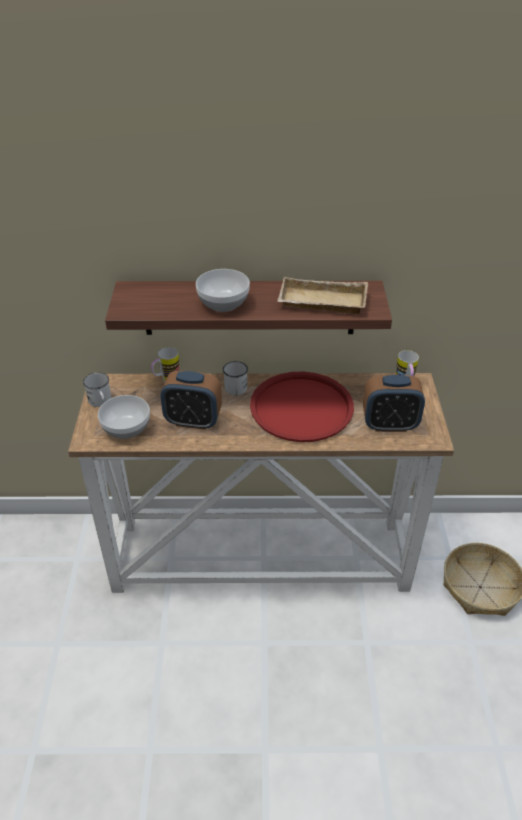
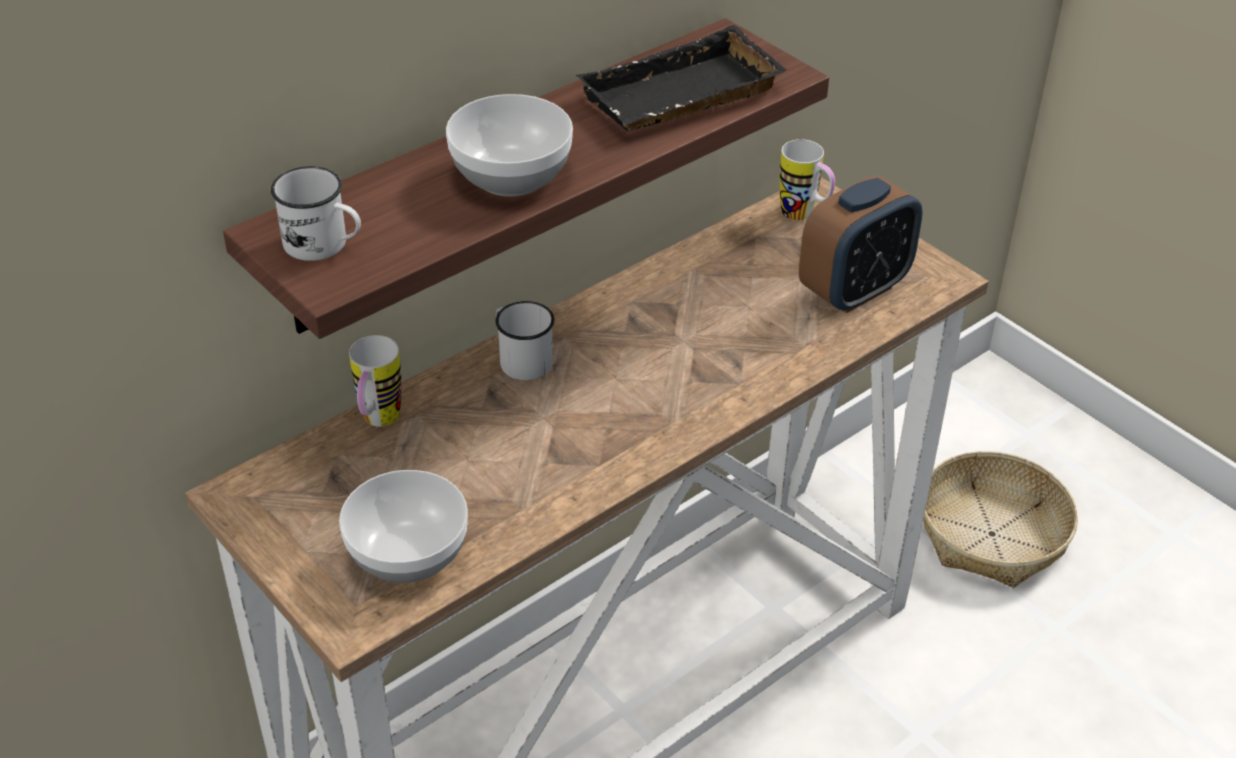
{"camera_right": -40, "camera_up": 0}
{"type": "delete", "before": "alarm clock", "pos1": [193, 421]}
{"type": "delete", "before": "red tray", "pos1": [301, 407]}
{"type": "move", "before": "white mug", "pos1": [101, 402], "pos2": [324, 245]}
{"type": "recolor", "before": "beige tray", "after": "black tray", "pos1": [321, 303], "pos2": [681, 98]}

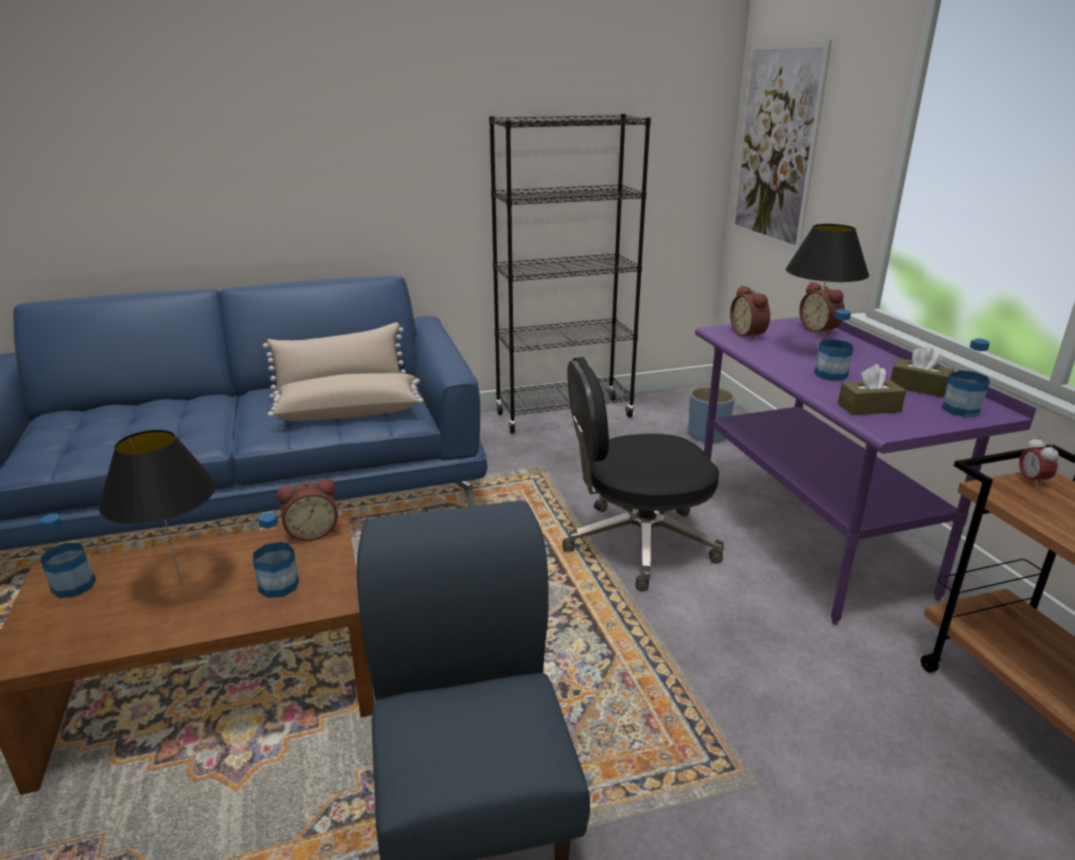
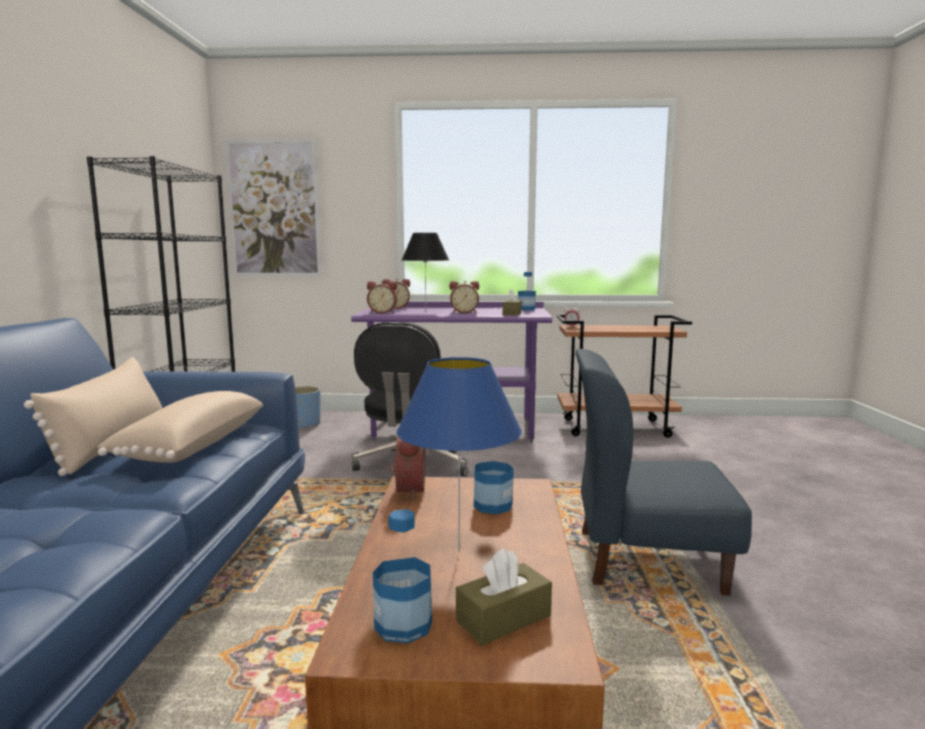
{"camera_right": -70, "camera_up": -15}
{"type": "move", "before": "brown tissue box", "pos1": [918, 387], "pos2": [503, 618]}
{"type": "replace", "before": "bottle", "after": "alarm clock", "pos1": [831, 375], "pos2": [464, 312]}
{"type": "recolor", "before": "black table lamp", "after": "blue table lamp", "pos1": [182, 586], "pos2": [459, 550]}

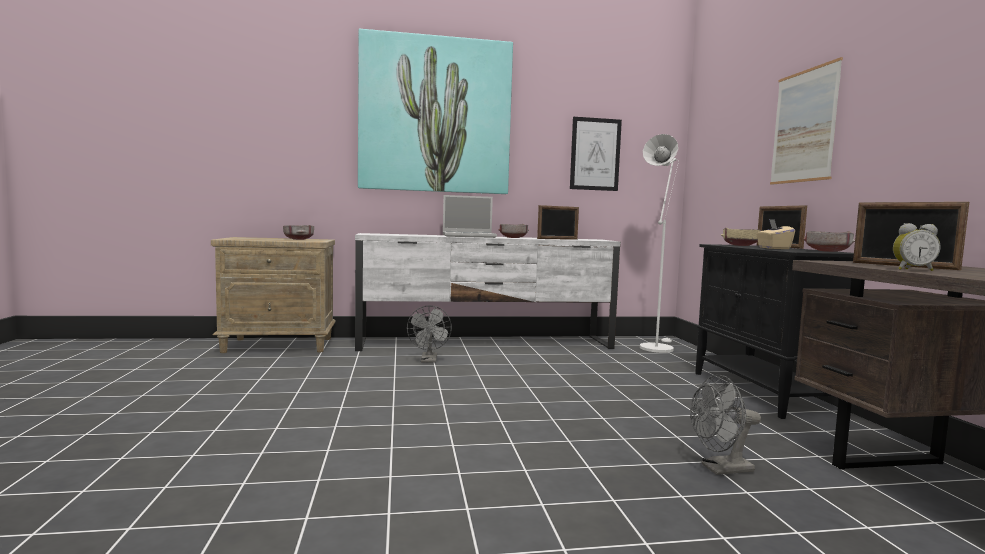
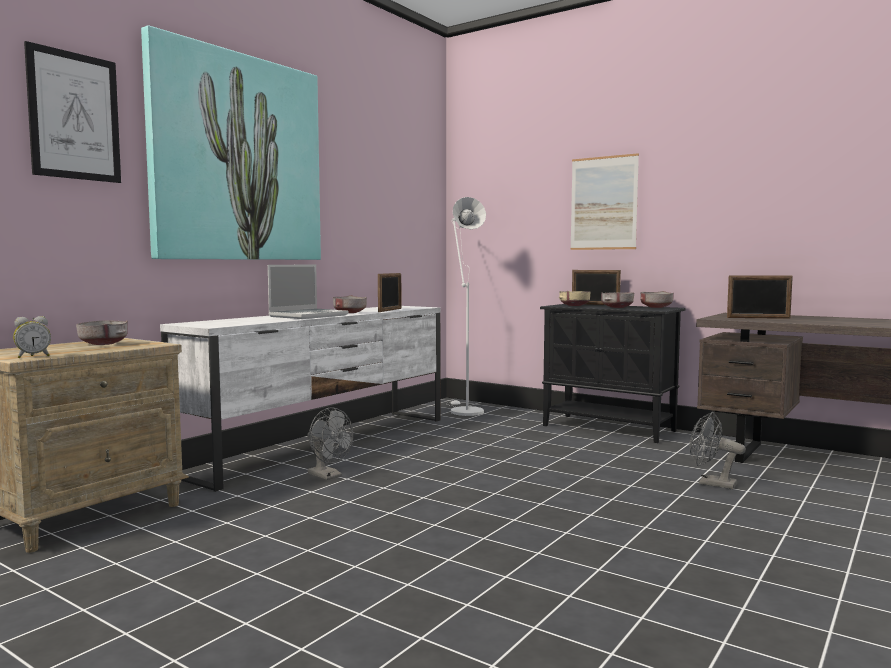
{"camera_right": -45, "camera_up": 0}
{"type": "move", "before": "picture", "pos1": [595, 154], "pos2": [74, 116]}
{"type": "move", "before": "alarm clock", "pos1": [912, 270], "pos2": [33, 356]}
{"type": "replace", "before": "beige tissue box", "after": "grey bowl", "pos1": [773, 248], "pos2": [617, 307]}
{"type": "rotate", "before": "grey fan", "pos1": [721, 469], "pos2": [711, 483], "turn": 90}

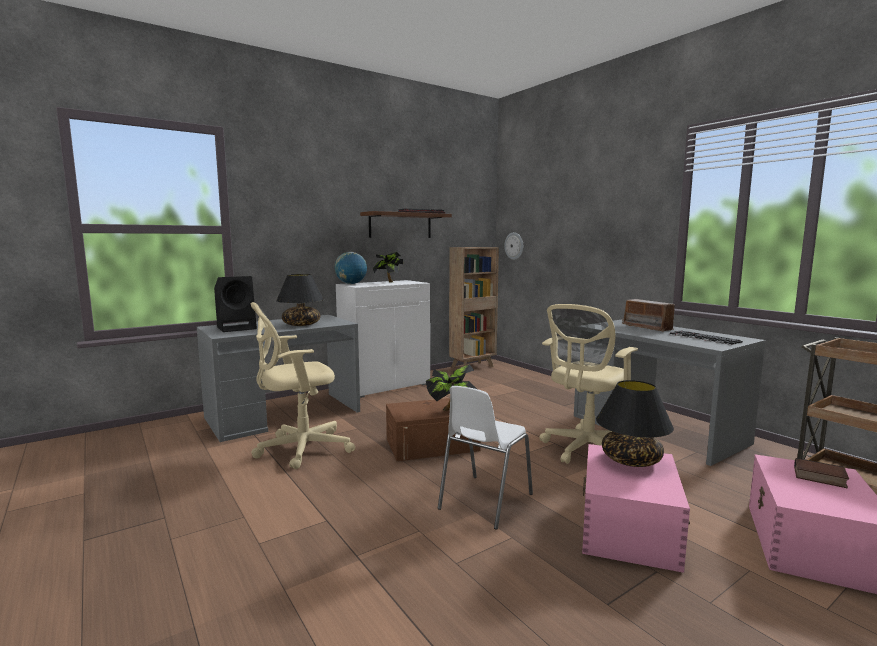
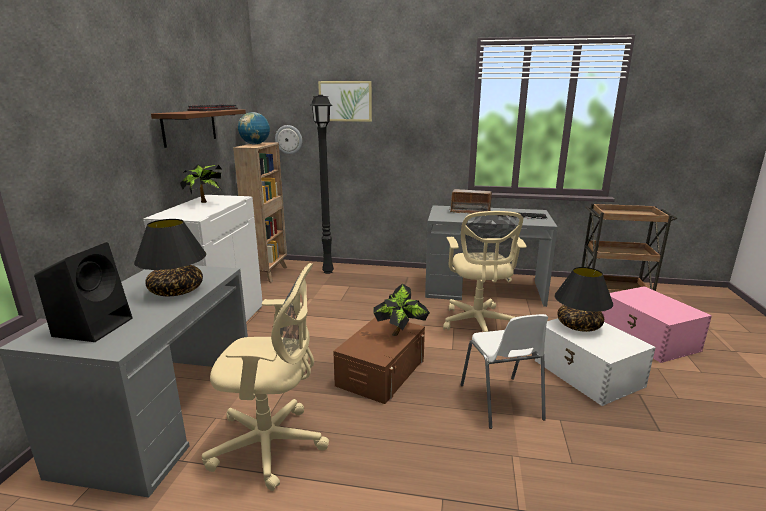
{"camera_right": -45, "camera_up": 10}
{"type": "delete", "before": "book", "pos1": [819, 477]}
{"type": "insert", "after": "black floor lamp", "pos2": [329, 272]}
{"type": "insert", "after": "picture", "pos2": [345, 101]}
{"type": "move", "before": "globe", "pos1": [351, 284], "pos2": [255, 144]}
{"type": "recolor", "before": "pink storage box", "after": "white storage box", "pos1": [627, 528], "pos2": [588, 374]}
{"type": "rotate", "before": "beige office chair", "pos1": [299, 449], "pos2": [272, 445], "turn": -105}

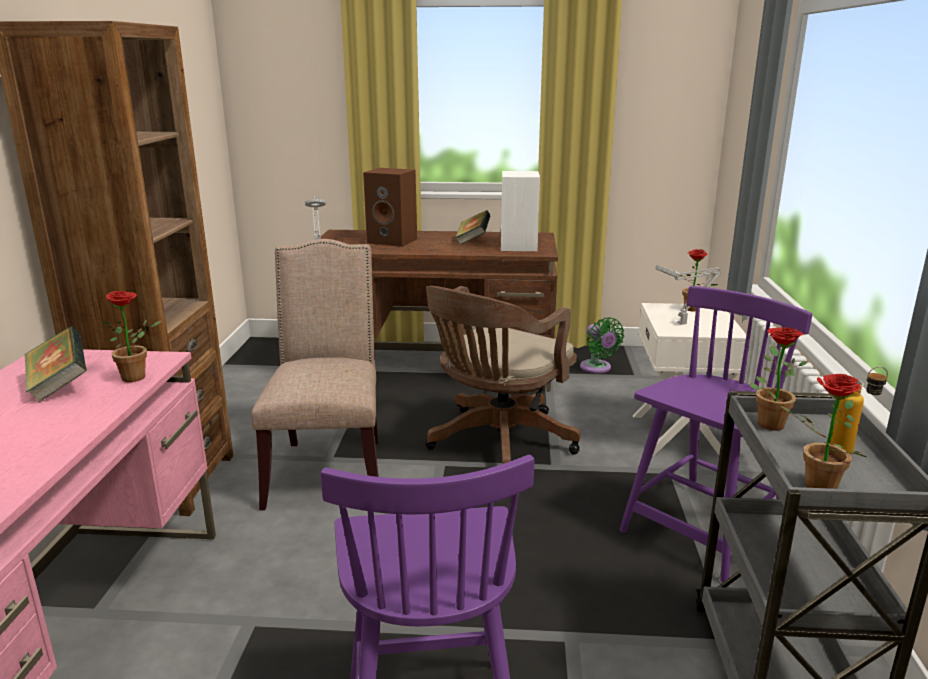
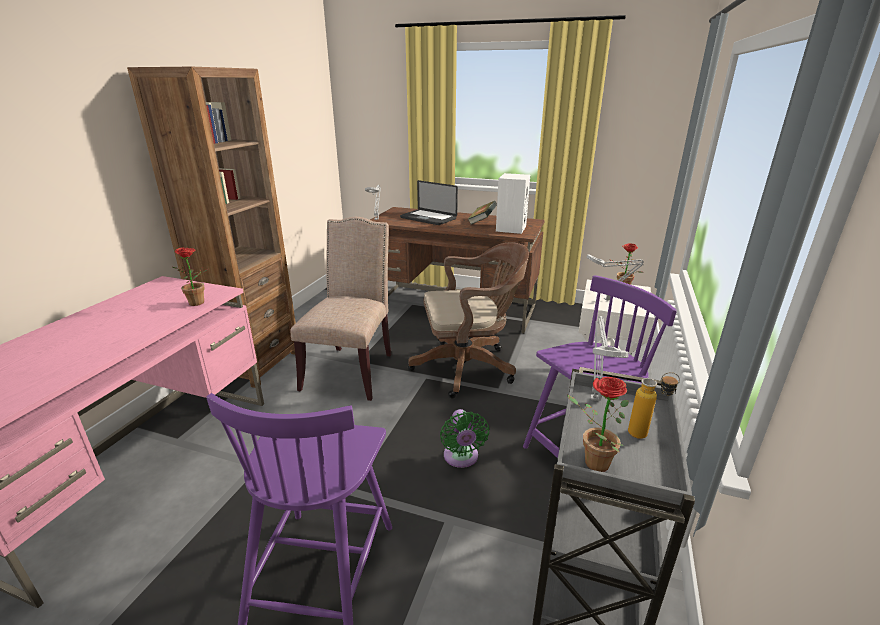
{"camera_right": 15, "camera_up": 5}
{"type": "delete", "before": "book", "pos1": [59, 386]}
{"type": "move", "before": "green fan", "pos1": [597, 368], "pos2": [461, 458]}
{"type": "replace", "before": "brown speaker", "after": "laptop", "pos1": [393, 241], "pos2": [428, 218]}
{"type": "replace", "before": "potted plant", "after": "grey table lamp", "pos1": [767, 422], "pos2": [595, 397]}
{"type": "rotate", "before": "brown office chair", "pos1": [497, 443], "pos2": [468, 367], "turn": -150}

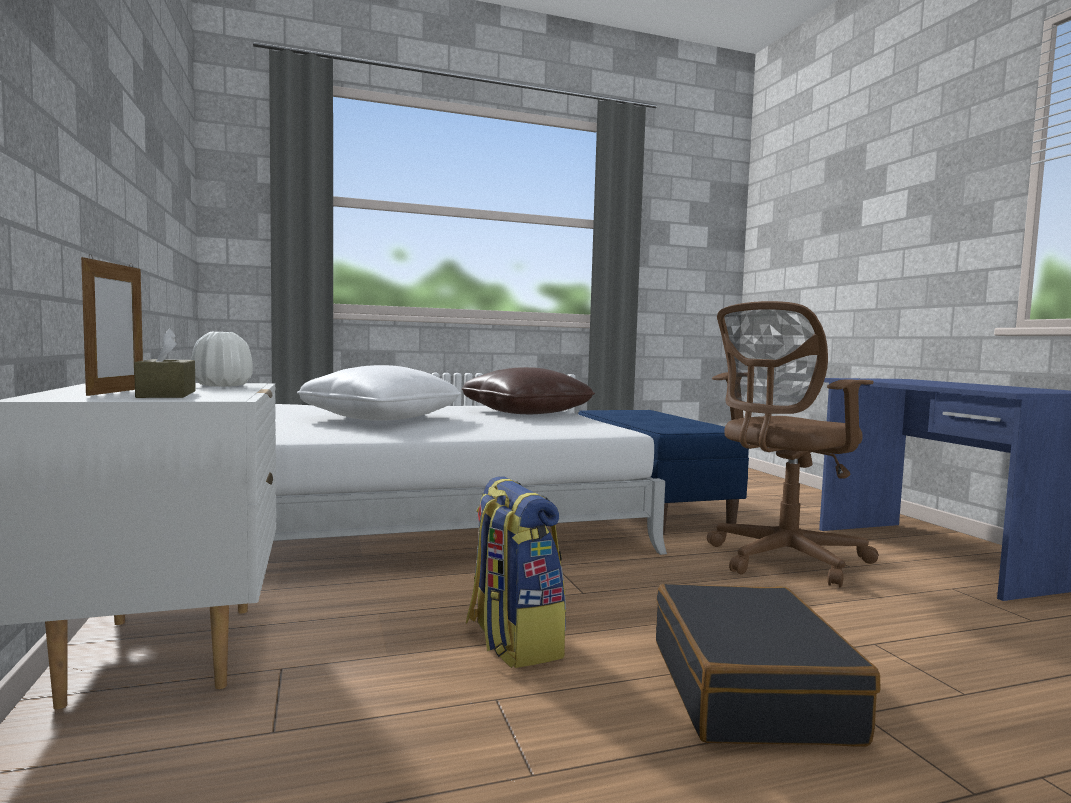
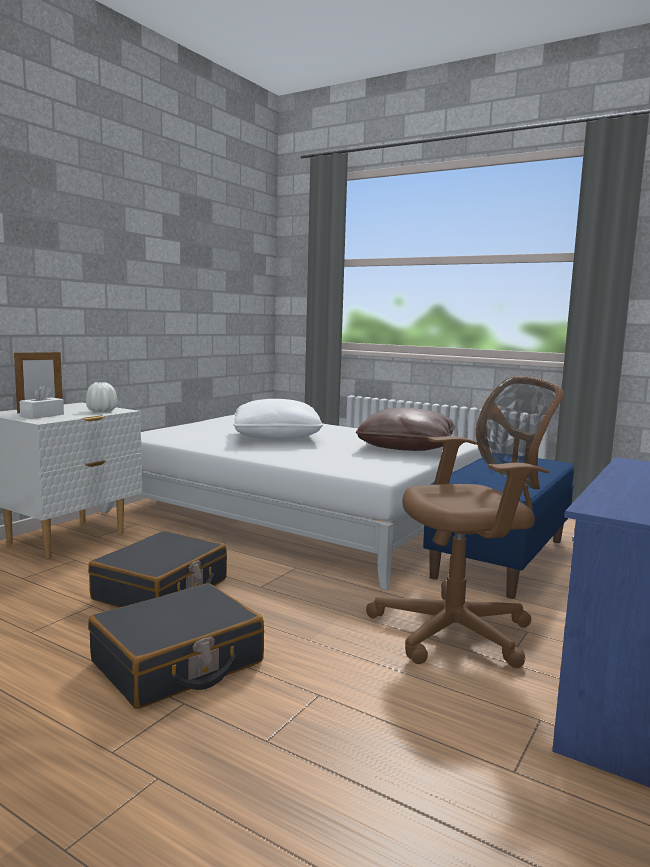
{"camera_right": 50, "camera_up": 5}
{"type": "replace", "before": "backpack", "after": "black suitcase", "pos1": [512, 641], "pos2": [162, 590]}
{"type": "recolor", "before": "brown tissue box", "after": "white tissue box", "pos1": [167, 394], "pos2": [42, 415]}
{"type": "rotate", "before": "brown office chair", "pos1": [782, 560], "pos2": [460, 631], "turn": 150}

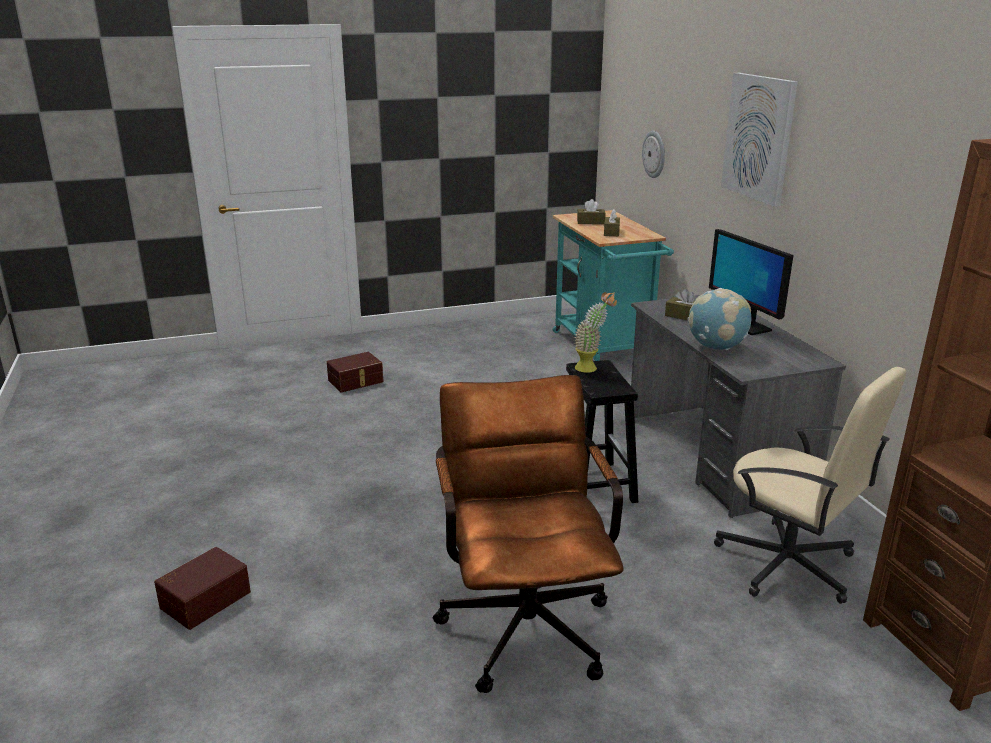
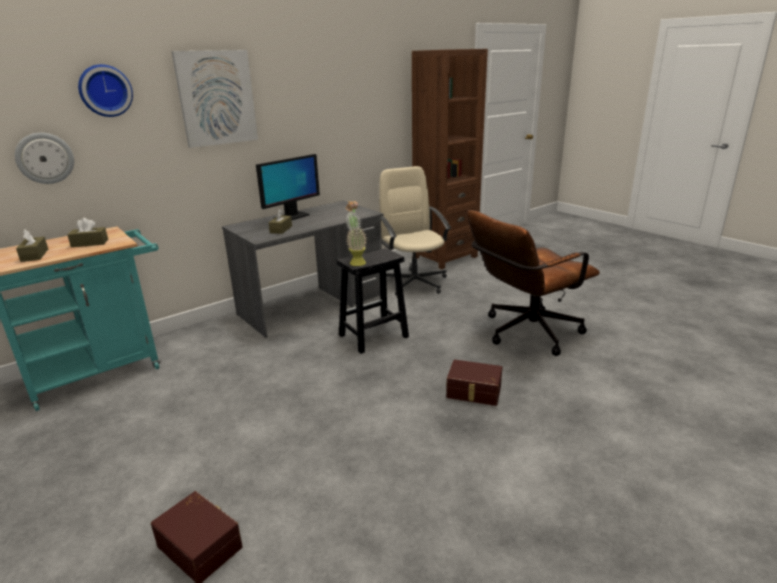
{"camera_right": -110, "camera_up": 0}
{"type": "delete", "before": "globe", "pos1": [716, 347]}
{"type": "insert", "after": "wall clock", "pos2": [105, 90]}
{"type": "move", "before": "brown storage box", "pos1": [204, 599], "pos2": [473, 392]}
{"type": "rotate", "before": "beige office chair", "pos1": [788, 564], "pos2": [414, 282], "turn": -45}

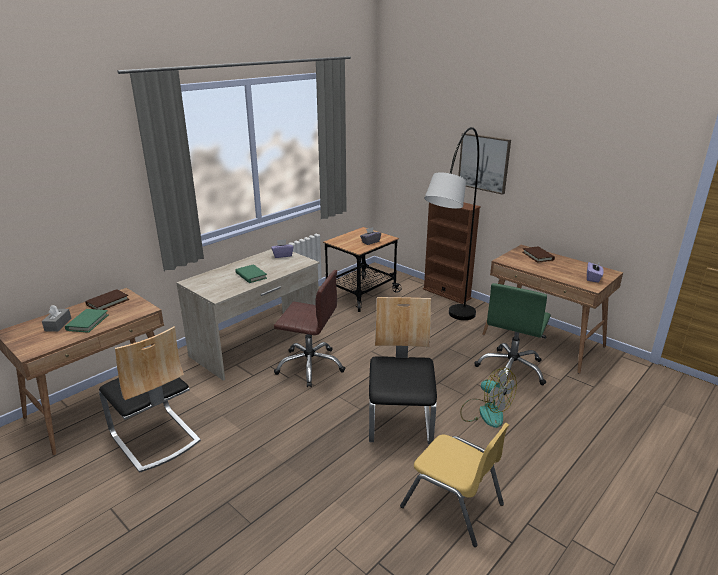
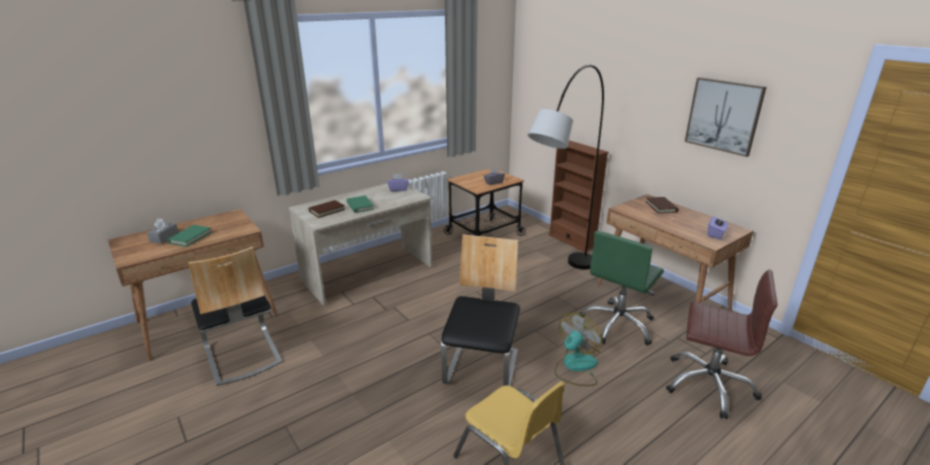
{"camera_right": 10, "camera_up": 0}
{"type": "move", "before": "brown book", "pos1": [108, 302], "pos2": [327, 210]}
{"type": "move", "before": "brown office chair", "pos1": [310, 366], "pos2": [709, 384]}
{"type": "move", "before": "picture", "pos1": [484, 163], "pos2": [723, 115]}
{"type": "rotate", "before": "fan", "pos1": [485, 412], "pos2": [575, 367], "turn": -105}

